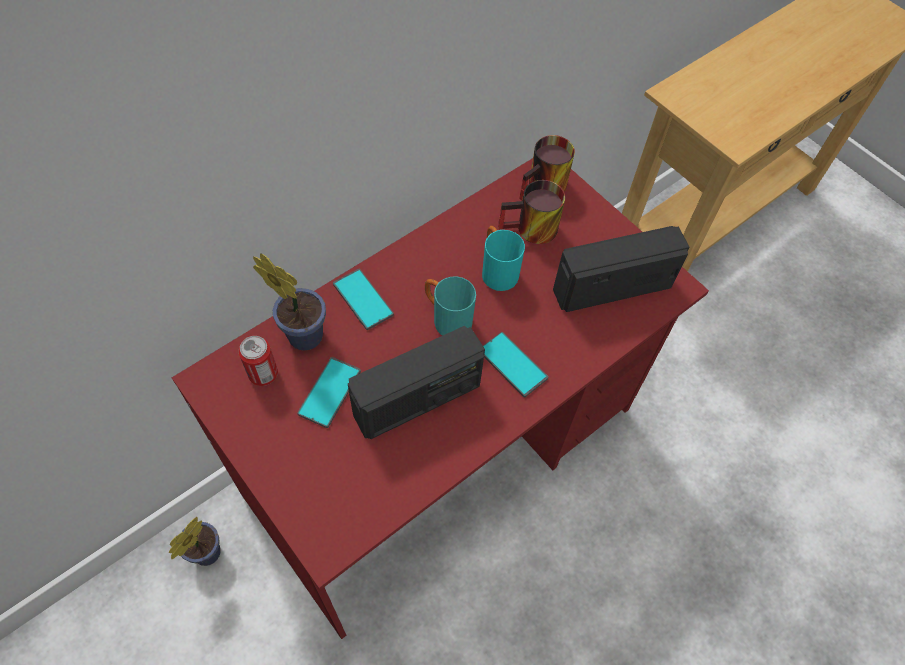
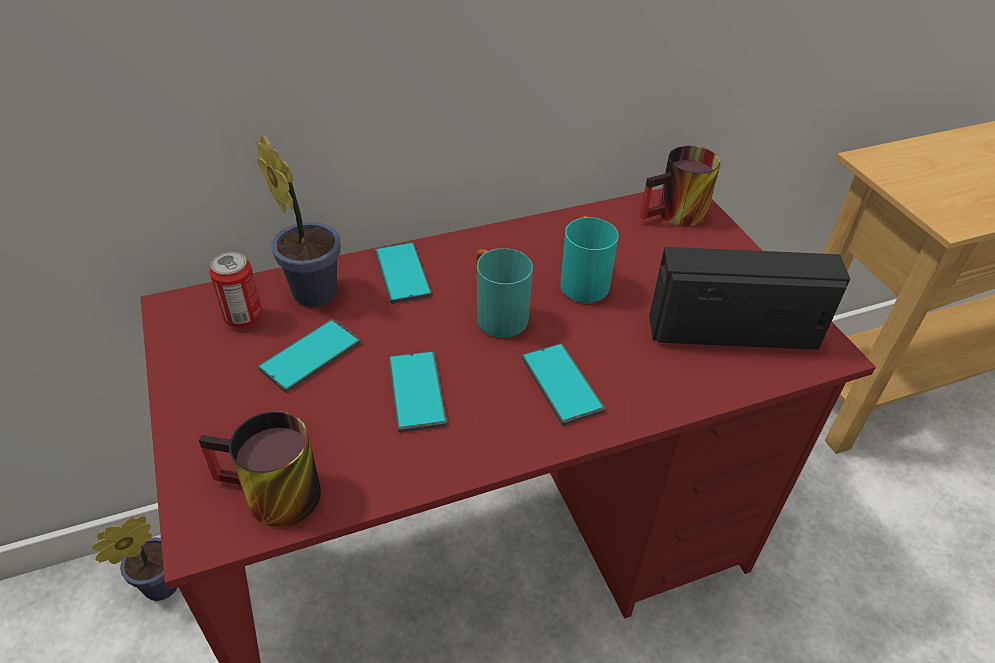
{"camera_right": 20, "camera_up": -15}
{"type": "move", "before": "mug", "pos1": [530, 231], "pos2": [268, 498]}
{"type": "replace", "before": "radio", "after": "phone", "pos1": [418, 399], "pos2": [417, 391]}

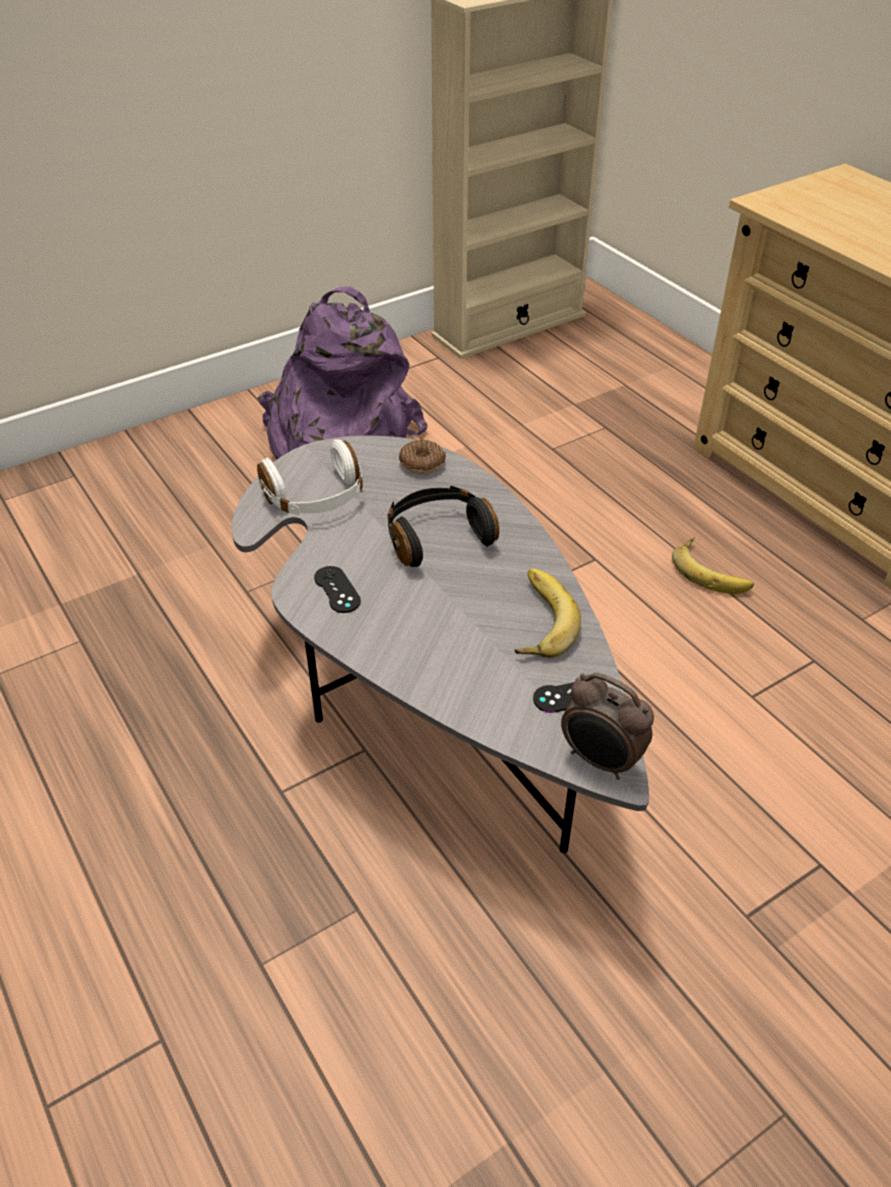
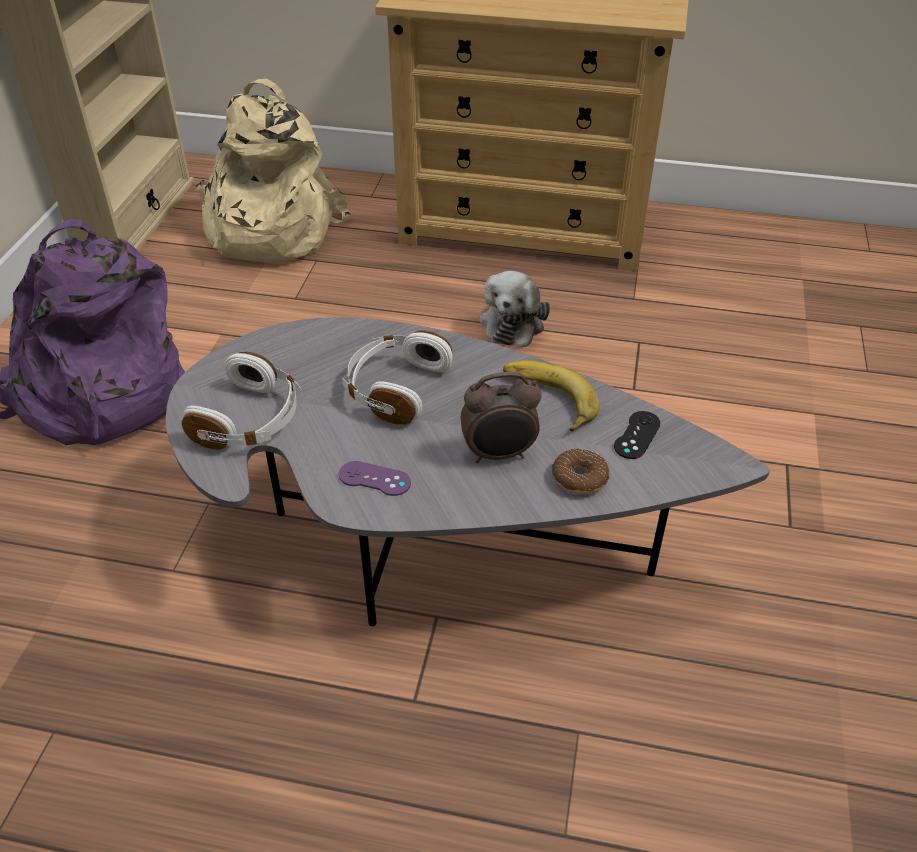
{"camera_right": -45, "camera_up": 0}
{"type": "insert", "after": "beige backpack", "pos2": [268, 229]}
{"type": "move", "before": "donut", "pos1": [422, 463], "pos2": [579, 478]}
{"type": "move", "before": "alarm clock", "pos1": [600, 761], "pos2": [499, 454]}
{"type": "replace", "before": "banana", "after": "plush toy", "pos1": [712, 571], "pos2": [513, 322]}
{"type": "recolor", "before": "black game controller", "after": "purple game controller", "pos1": [337, 589], "pos2": [374, 479]}
{"type": "recolor", "before": "black headphones", "after": "white headphones", "pos1": [437, 537], "pos2": [395, 388]}

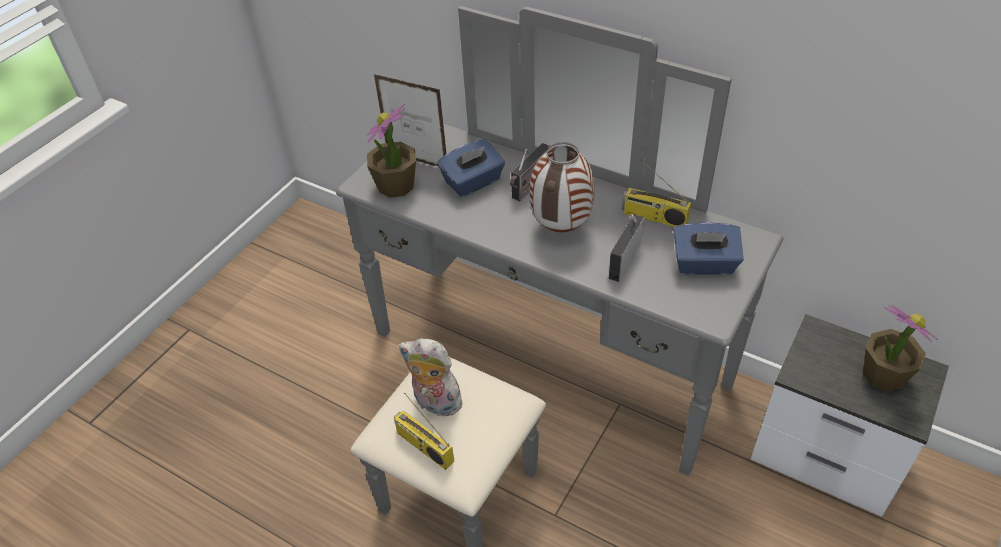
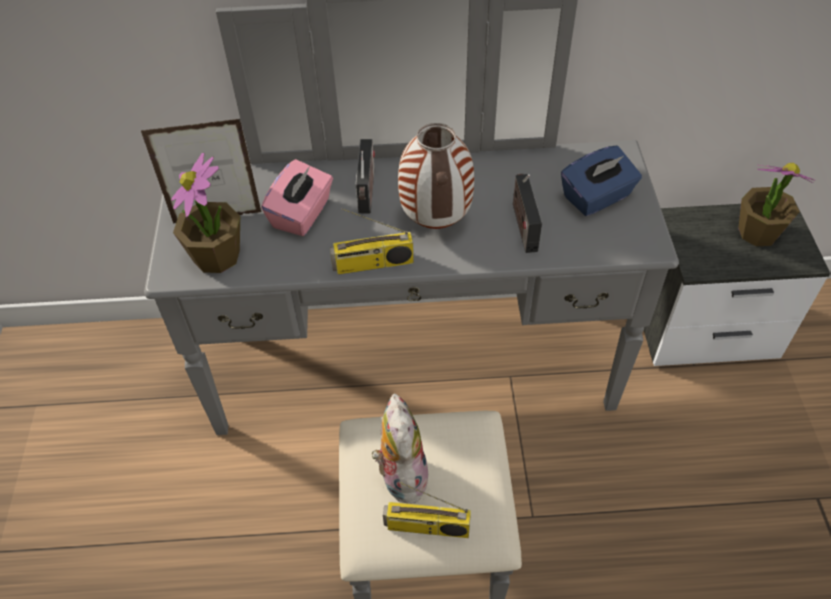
{"camera_right": -35, "camera_up": 5}
{"type": "move", "before": "radio", "pos1": [654, 217], "pos2": [373, 264]}
{"type": "recolor", "before": "blue tissue box", "after": "pink tissue box", "pos1": [473, 182], "pos2": [302, 214]}
{"type": "rotate", "before": "plush toy", "pos1": [434, 403], "pos2": [400, 475], "turn": 90}

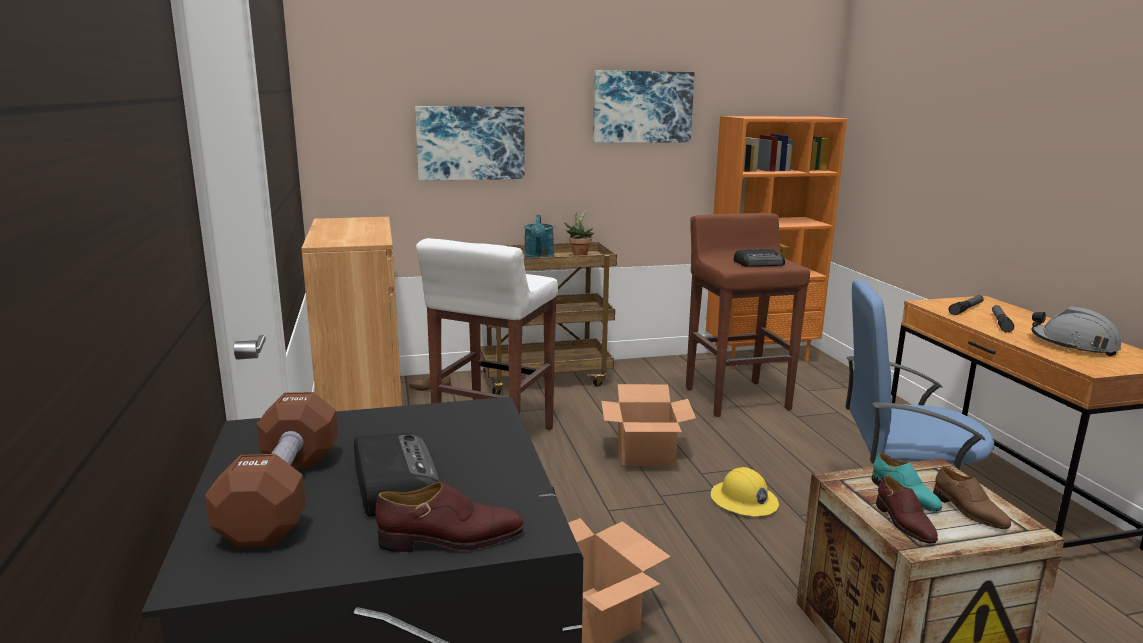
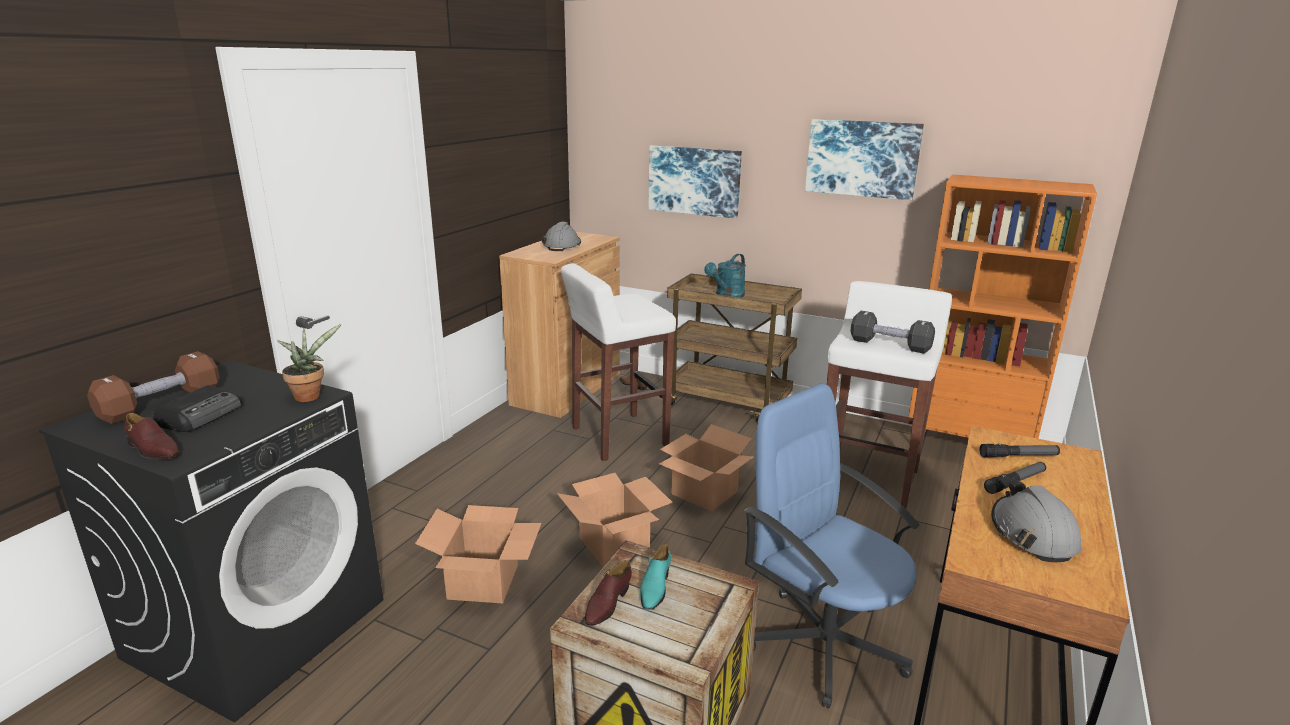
{"camera_right": 40, "camera_up": 5}
{"type": "delete", "before": "yellow hard hat", "pos1": [743, 501]}
{"type": "delete", "before": "brown shoe", "pos1": [969, 511]}
{"type": "insert", "after": "grey hard hat", "pos2": [562, 246]}
{"type": "insert", "after": "cardboard box", "pos2": [613, 544]}
{"type": "move", "before": "potted plant", "pos1": [579, 255], "pos2": [310, 395]}
{"type": "replace", "before": "radio", "after": "black dumbbell", "pos1": [760, 263], "pos2": [890, 345]}
{"type": "recolor", "before": "brown stool", "after": "white stool", "pos1": [736, 398], "pos2": [869, 478]}

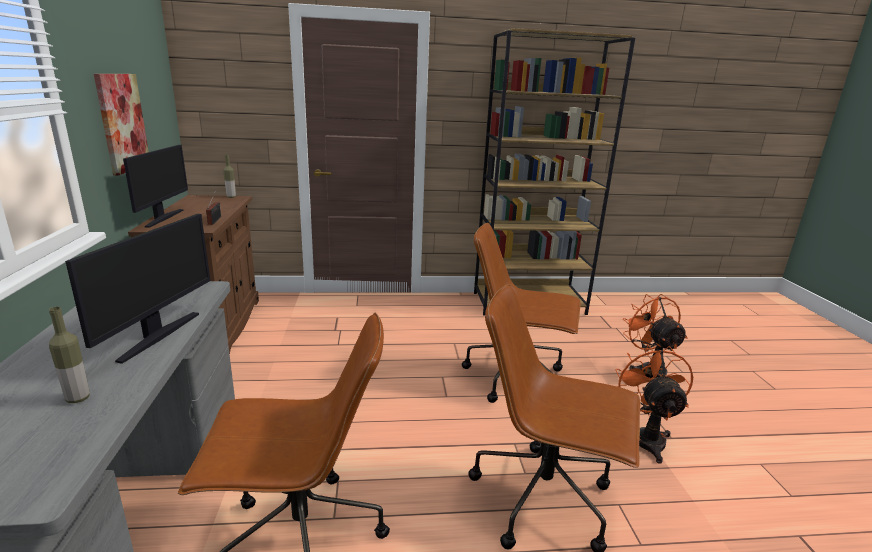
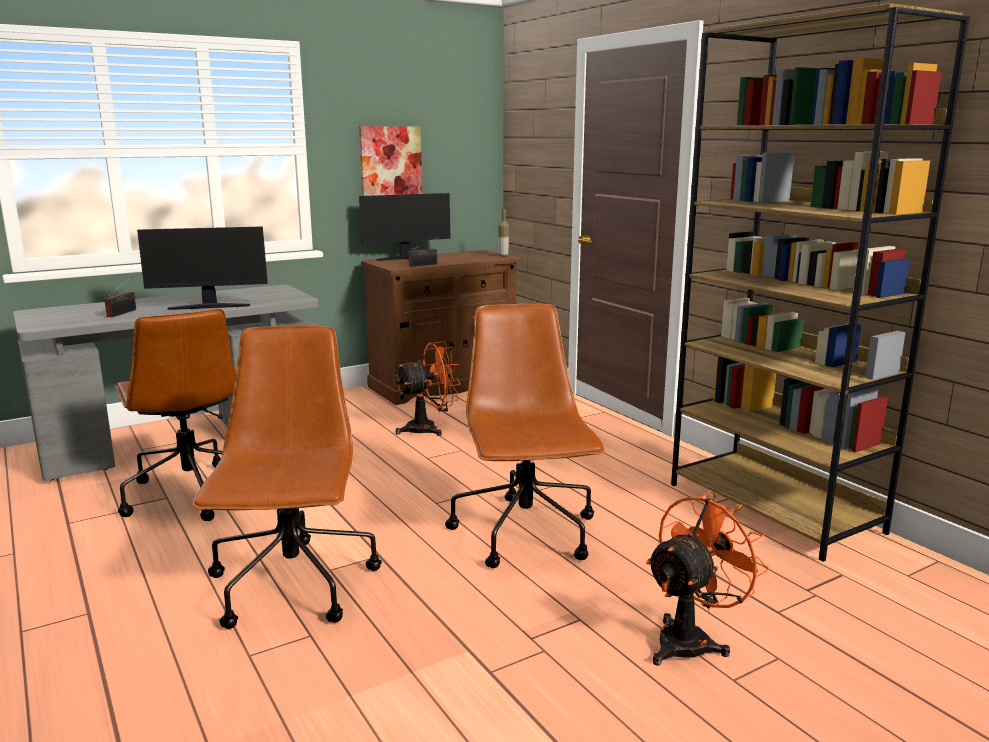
{"camera_right": 65, "camera_up": -5}
{"type": "move", "before": "orange fan", "pos1": [645, 437], "pos2": [429, 428]}
{"type": "replace", "before": "bottle", "after": "radio", "pos1": [78, 398], "pos2": [123, 313]}

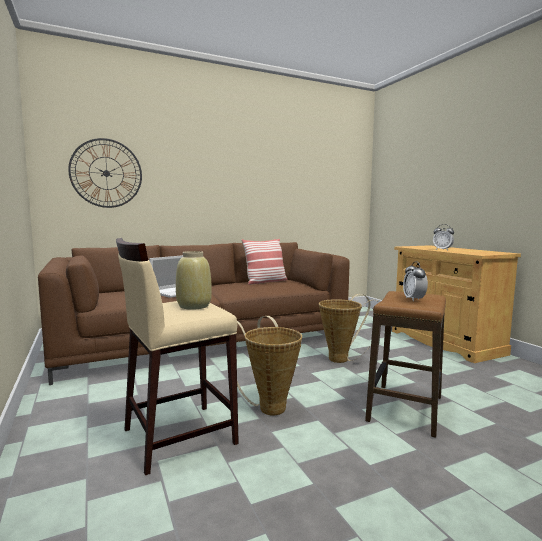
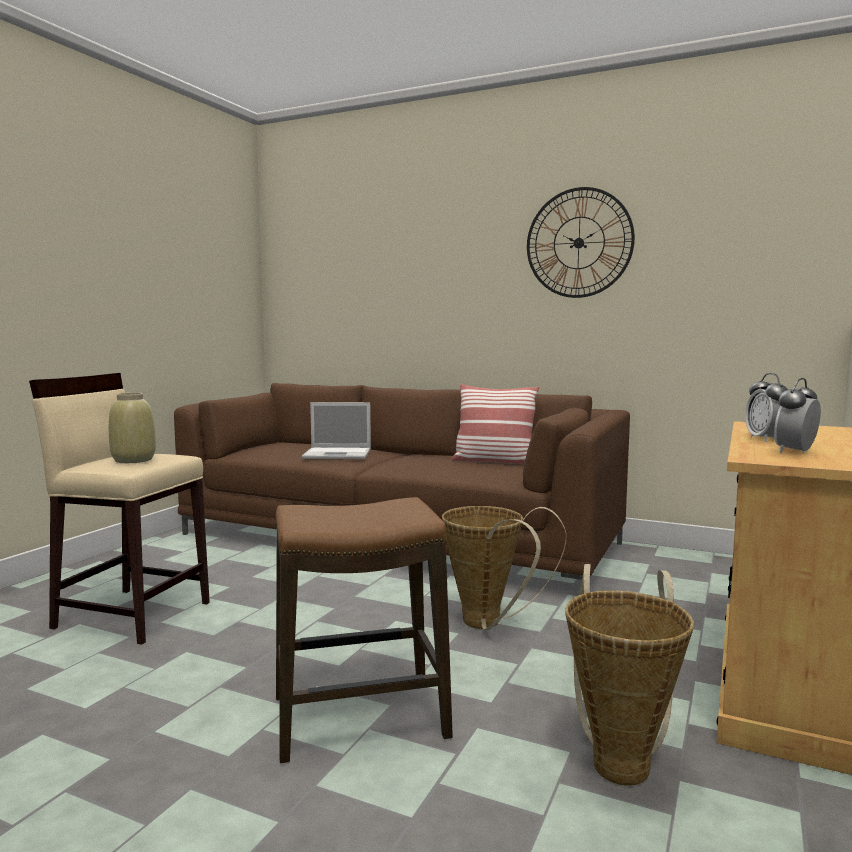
{"camera_right": 50, "camera_up": 0}
{"type": "move", "before": "wall clock", "pos1": [106, 173], "pos2": [579, 243]}
{"type": "move", "before": "basket", "pos1": [269, 406], "pos2": [621, 760]}
{"type": "move", "before": "alarm clock", "pos1": [414, 299], "pos2": [795, 452]}

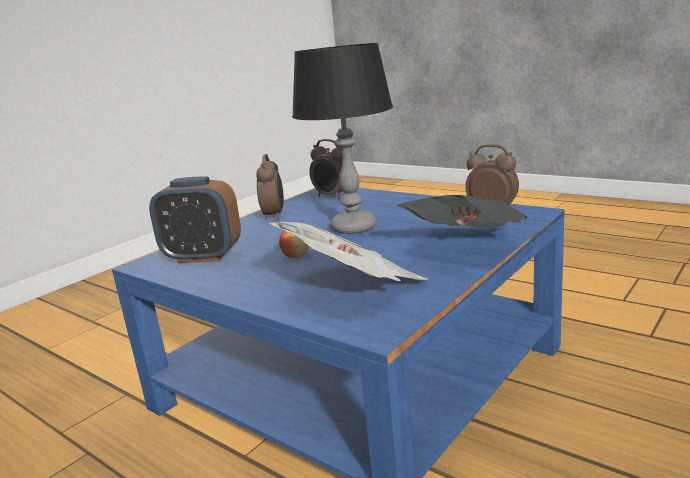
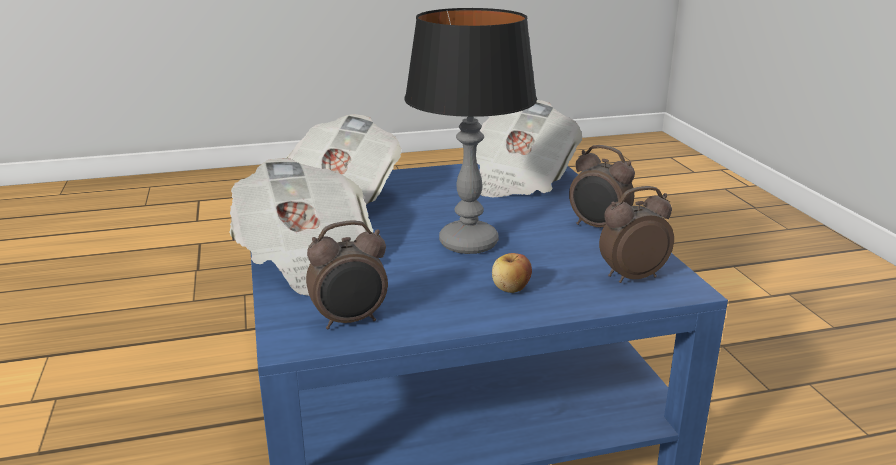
{"camera_right": 125, "camera_up": 5}
{"type": "move", "before": "apple", "pos1": [296, 255], "pos2": [510, 289]}
{"type": "replace", "before": "alarm clock", "after": "newspaper", "pos1": [203, 256], "pos2": [518, 179]}

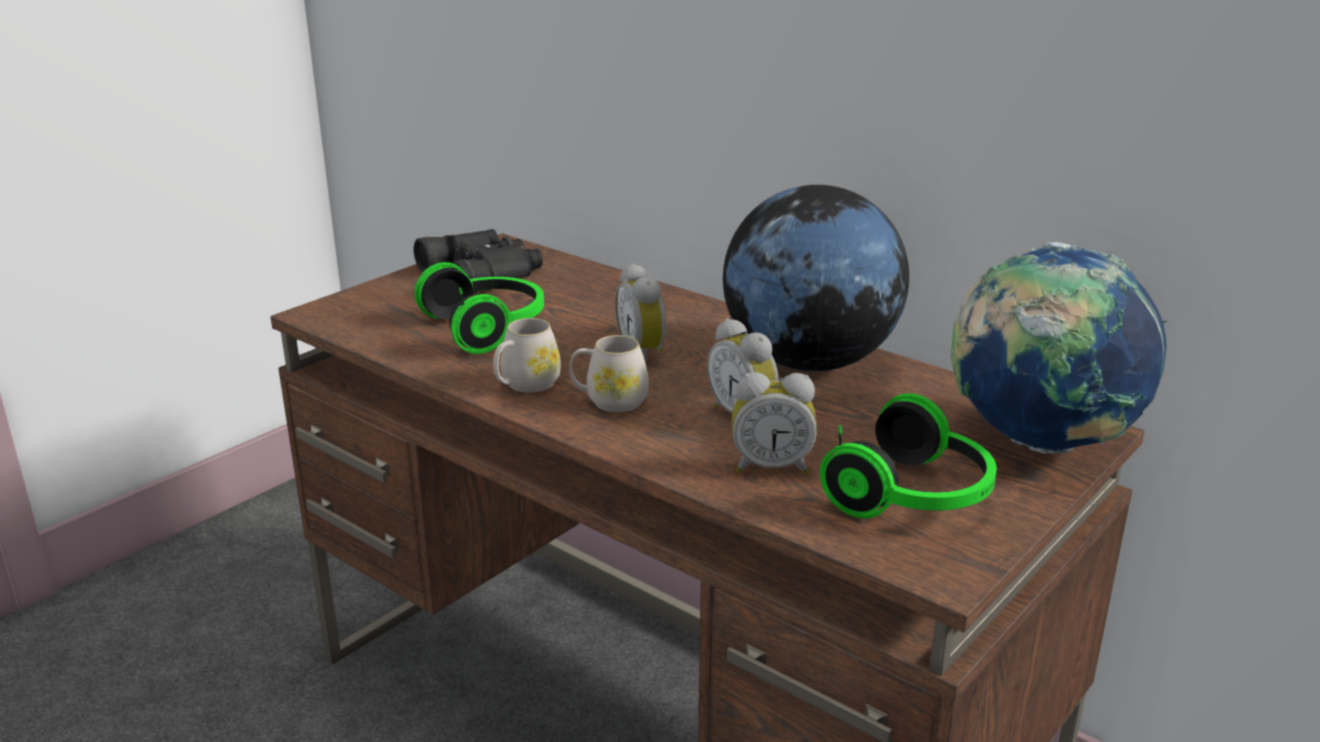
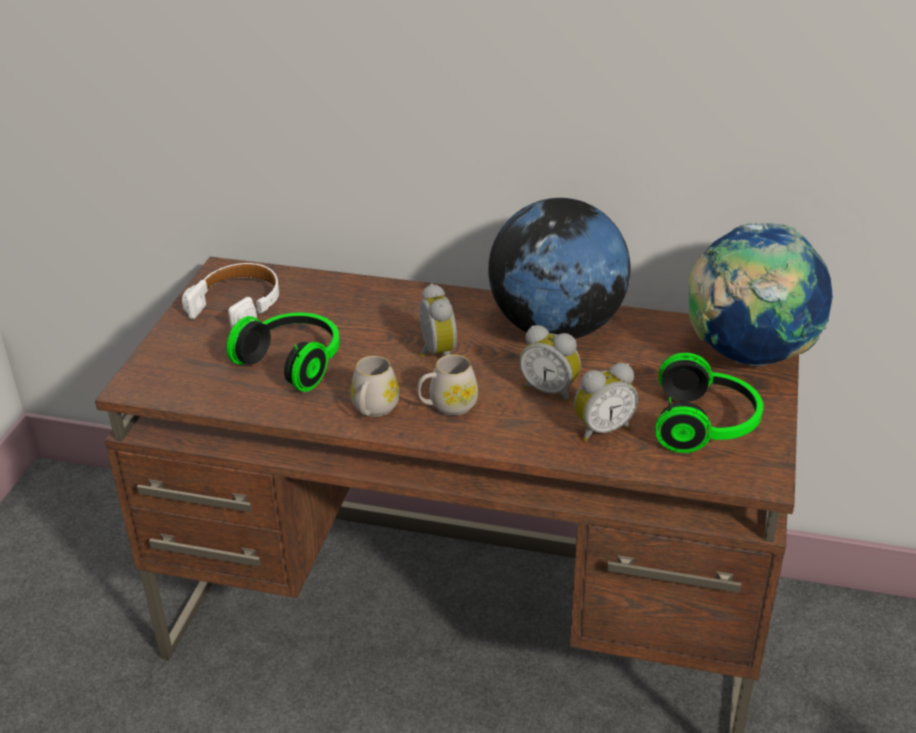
{"camera_right": -25, "camera_up": 10}
{"type": "replace", "before": "black binoculars", "after": "white headphones", "pos1": [485, 273], "pos2": [238, 305]}
{"type": "rotate", "before": "alarm clock", "pos1": [644, 353], "pos2": [435, 353], "turn": -150}

